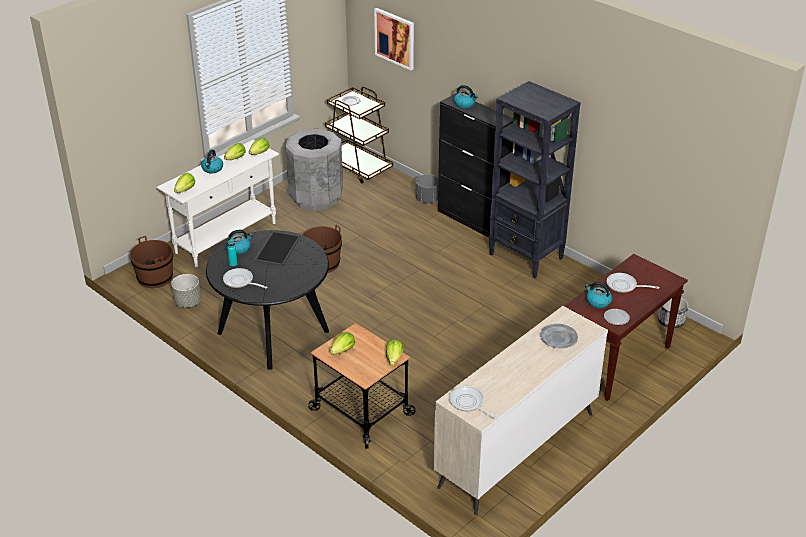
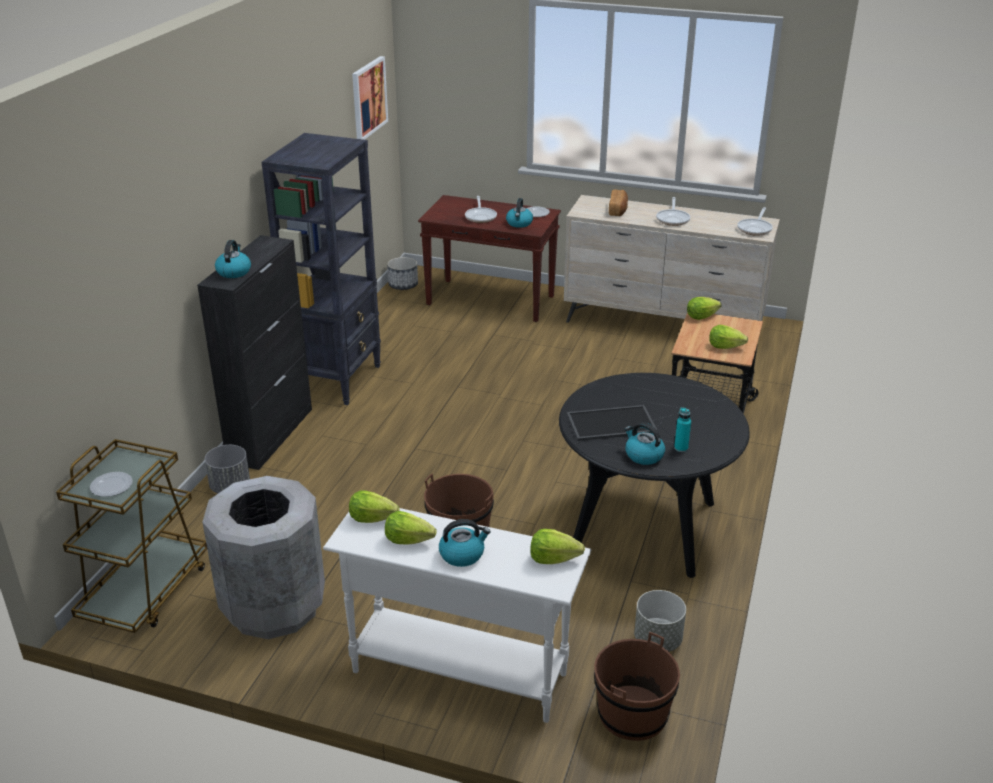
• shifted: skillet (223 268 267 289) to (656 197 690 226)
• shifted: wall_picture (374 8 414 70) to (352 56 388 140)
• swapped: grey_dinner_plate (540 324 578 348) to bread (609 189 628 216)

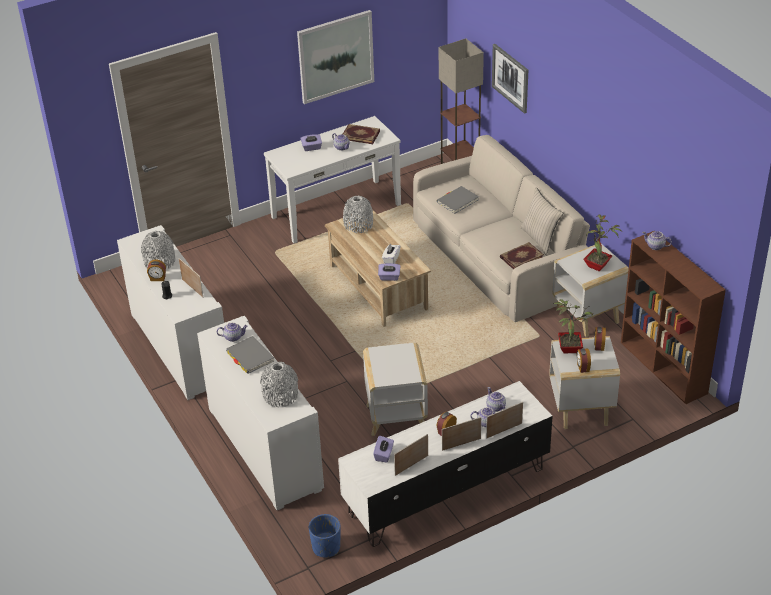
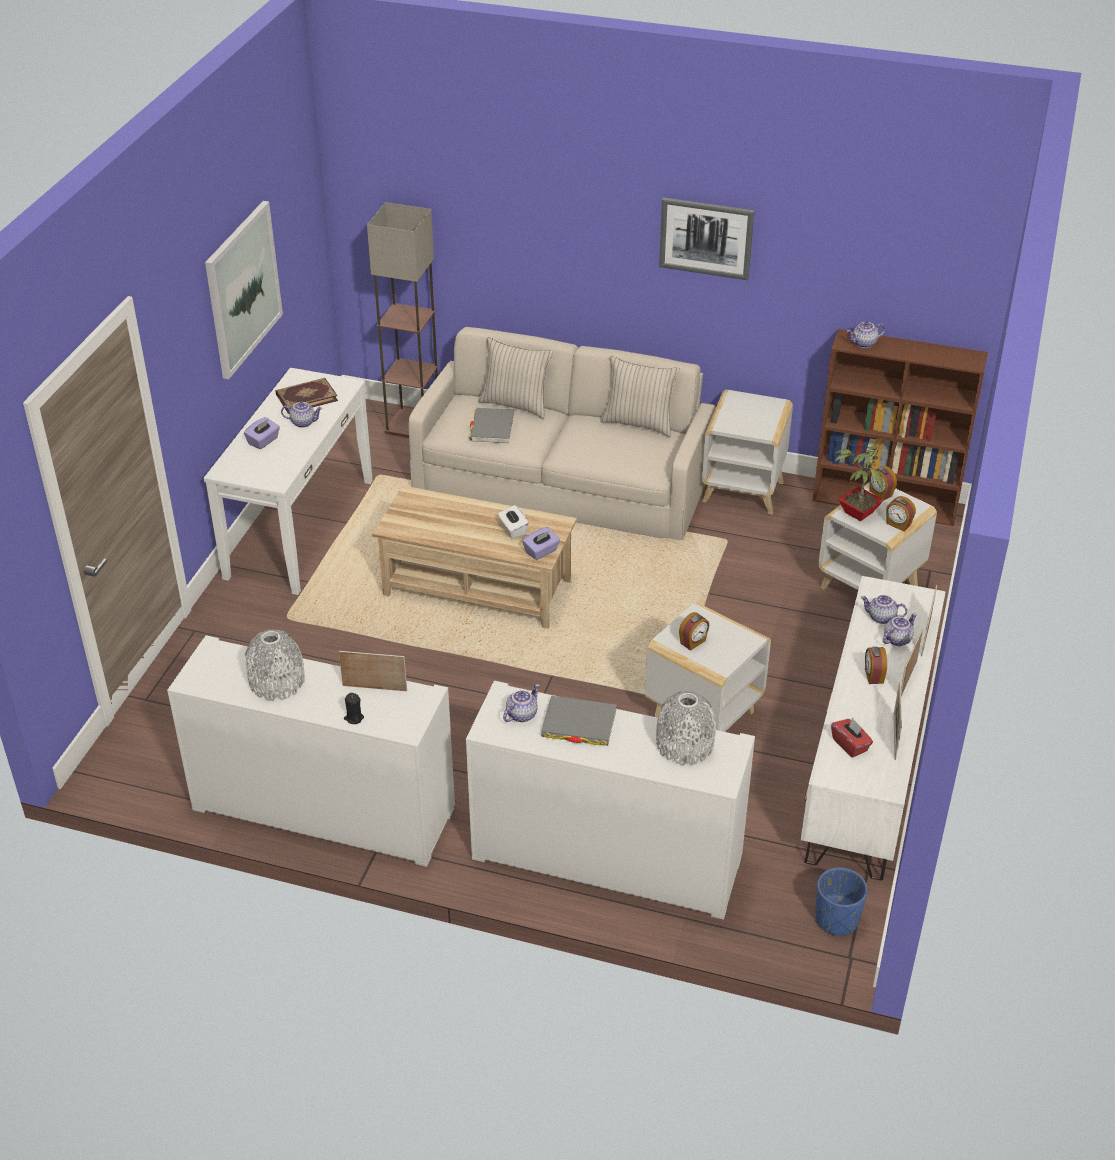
• shifted: table_clock (147 260 166 281) to (679 612 709 651)
• gone: grey_decorative_vase (343 196 373 233)
• repainted: purple-coloured_tissue_box (373 436 394 463) to red_tissue_box (831 717 873 758)
• shifted: wall_picture (492 44 528 114) to (659 197 754 280)
• gone: book (500 242 544 269)
• gone: houseplant (583 215 621 272)
• new: sand-coloured_pillow (478 337 553 419)

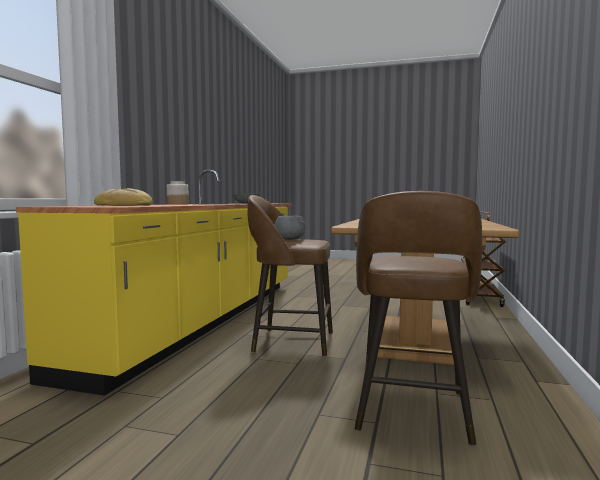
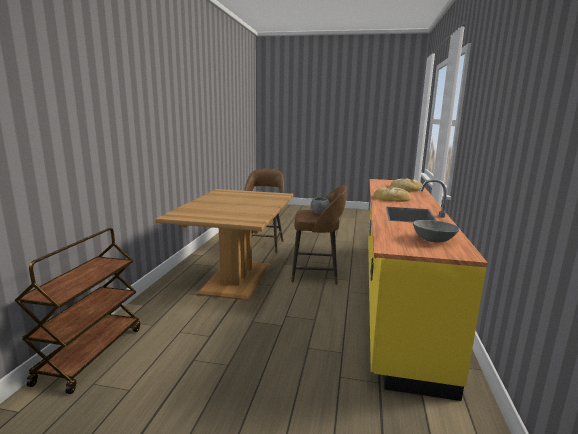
• gone: jar (167 181 189 205)
• new: bread (374 187 411 202)

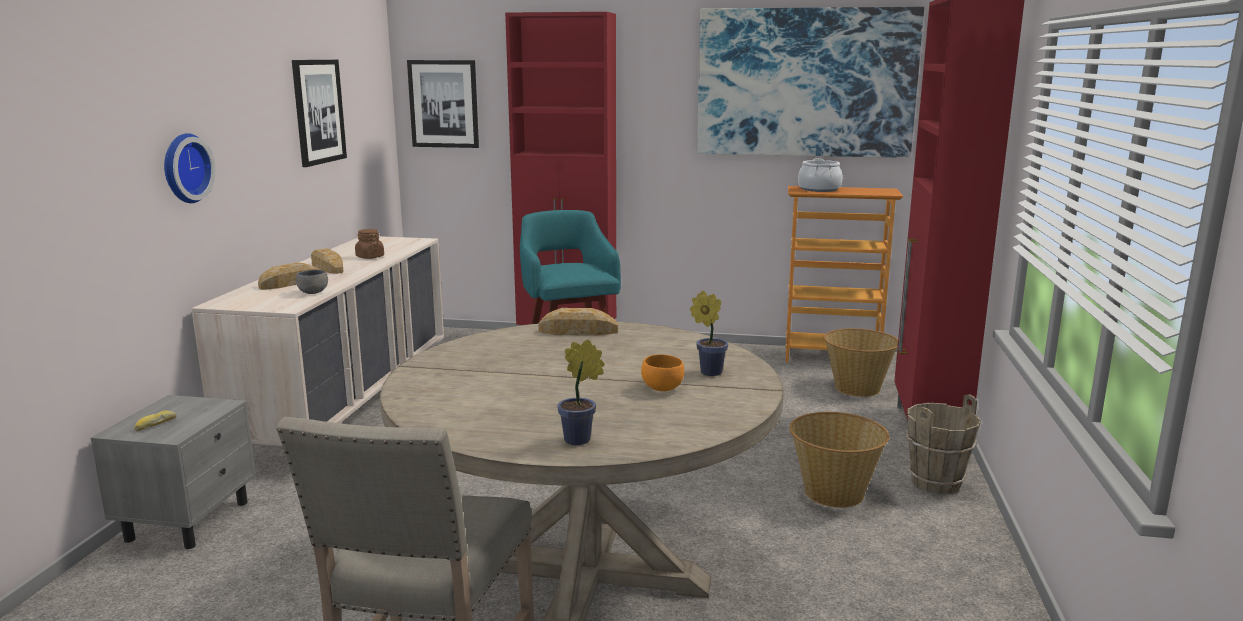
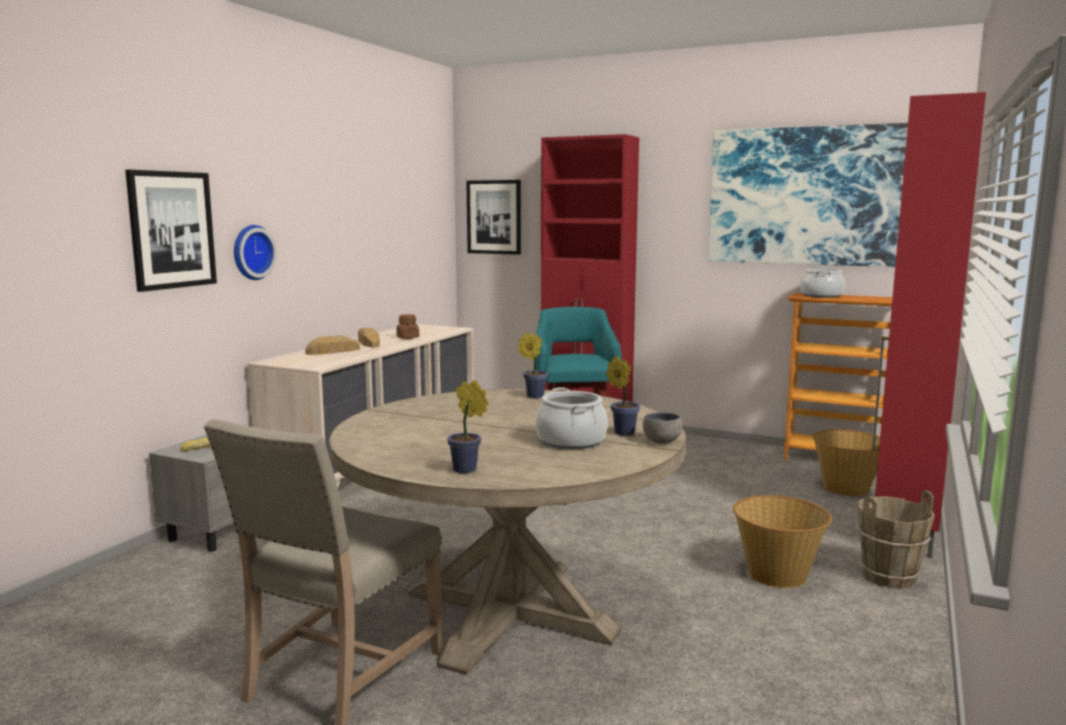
• shifted: wall_picture (292 60 347 167) to (125 170 217 292)
• shifted: grey_deep_dish (296 270 328 294) to (643 412 683 444)
• swapped: bread (538 308 618 335) to houseplant (517 332 548 398)
• swapped: orange-coloured_deep_dish (641 354 684 391) to saucepot (536 387 608 449)

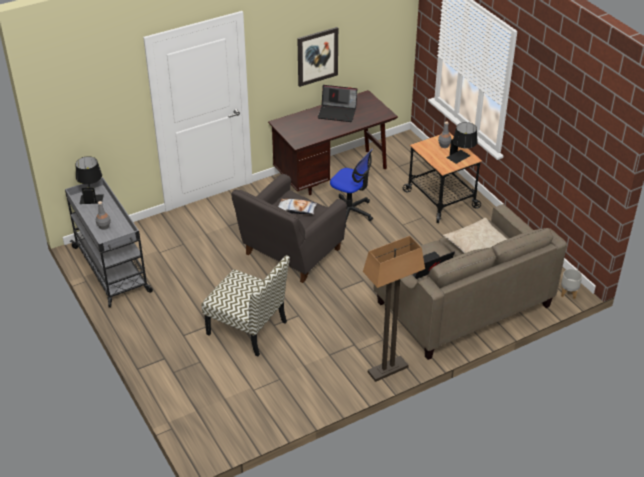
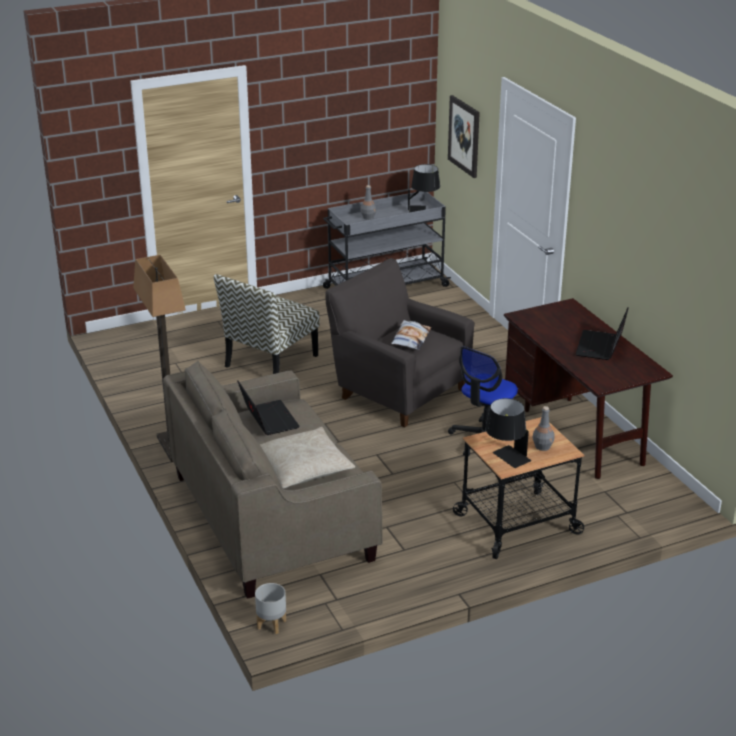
• shifted: wall_picture (297 27 338 87) to (448 95 480 178)

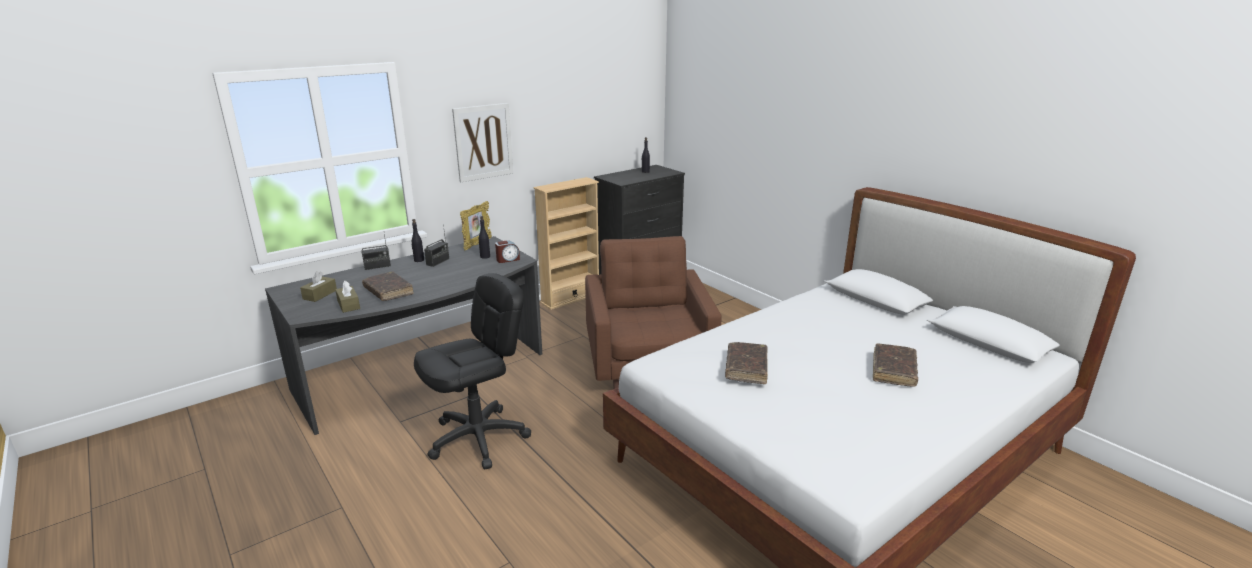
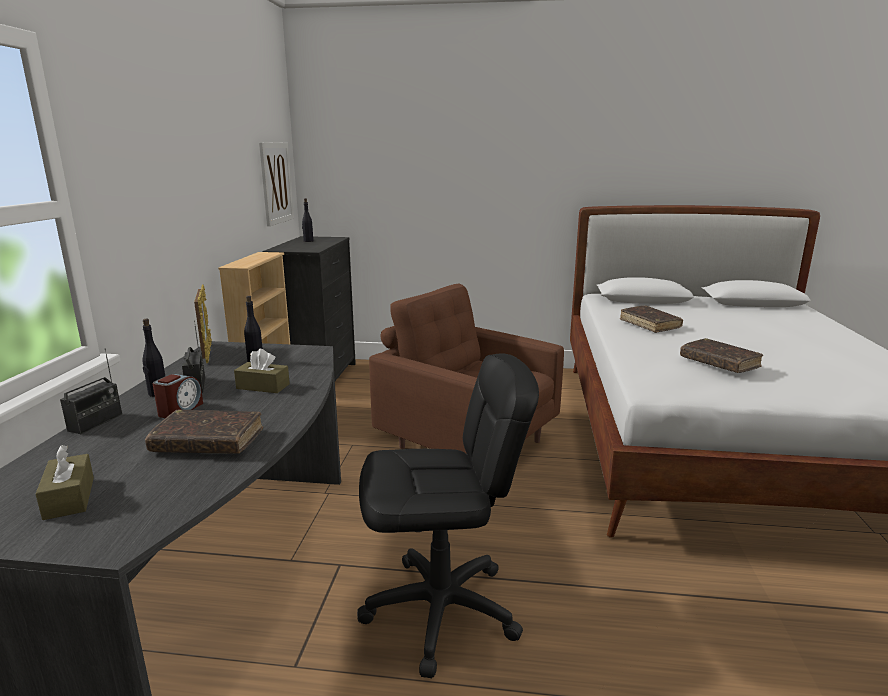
• shifted: brownish_tissue_box (335 281 360 313) to (234 349 290 393)
• rotated: black-coloured_office_chair (414 273 531 469) = (357 353 539 678) 75 degrees clockwise
• shifted: wall_picture (452 103 514 182) to (259 142 294 226)
• shifted: table_clock (495 241 520 263) to (153 374 203 418)
• shifted: brownish_book (873 343 918 387) to (620 306 683 333)

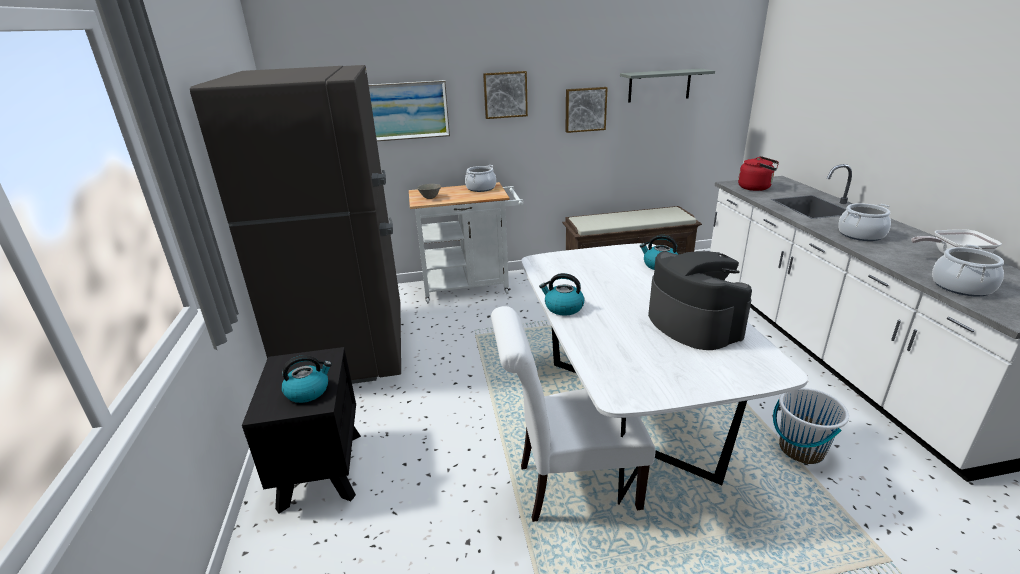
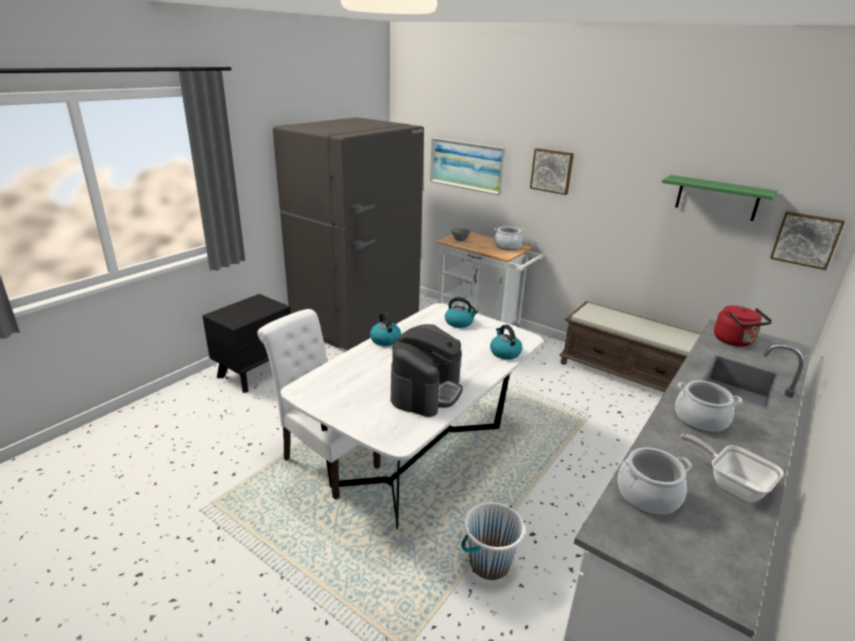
• shifted: tea_kettle (282 355 332 403) to (445 297 478 328)
• shifted: wall_picture (565 87 608 133) to (770 211 845 270)
• repainted: grey_wall_shelf (620 69 715 103) to green_wall_shelf (662 175 777 221)

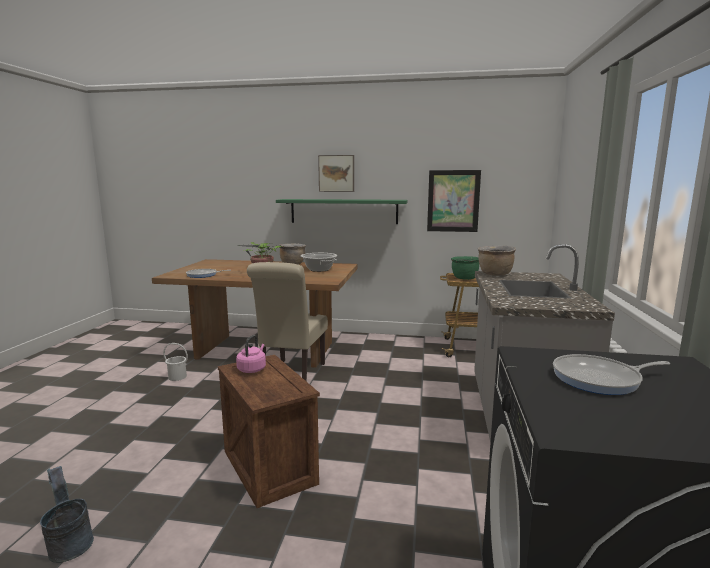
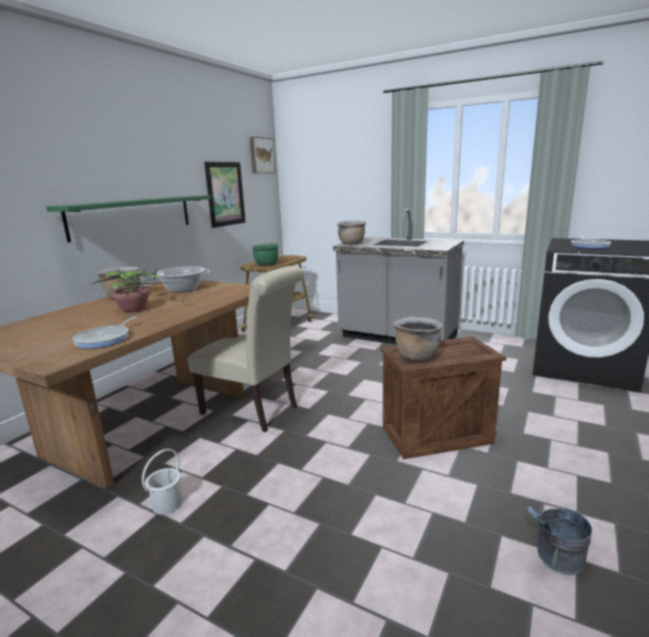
• swapped: pink_tea_kettle (236 335 266 373) to brownish_saucepot (393 317 443 361)
• shifted: wall_picture (318 155 354 192) to (250 137 276 174)

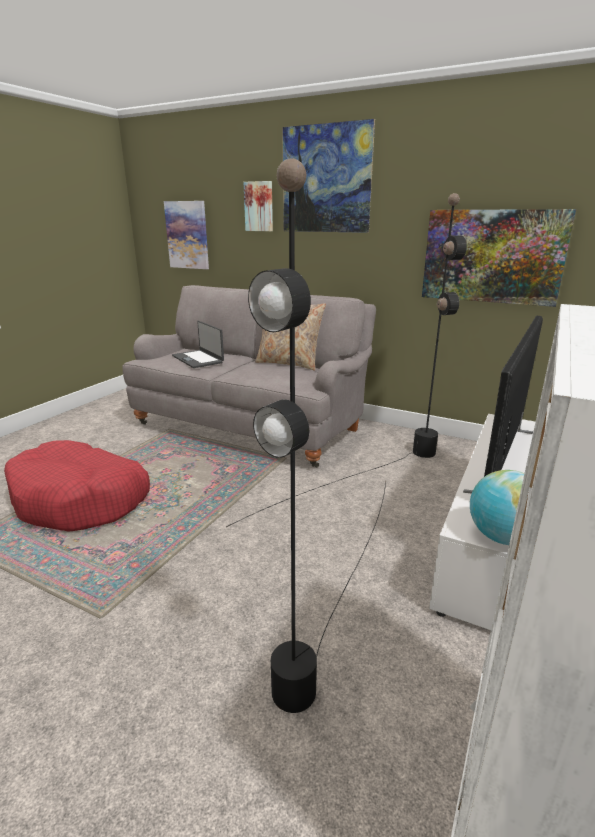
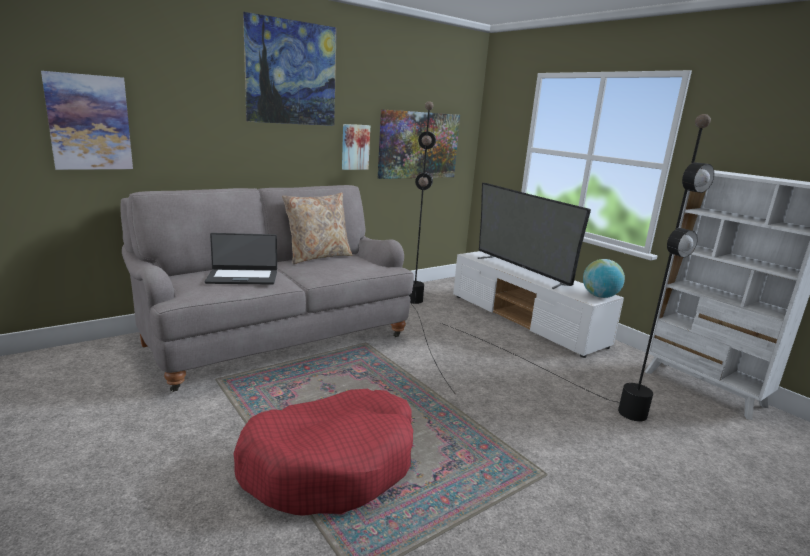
• shifted: wall_picture (244 181 273 231) to (342 124 370 170)

